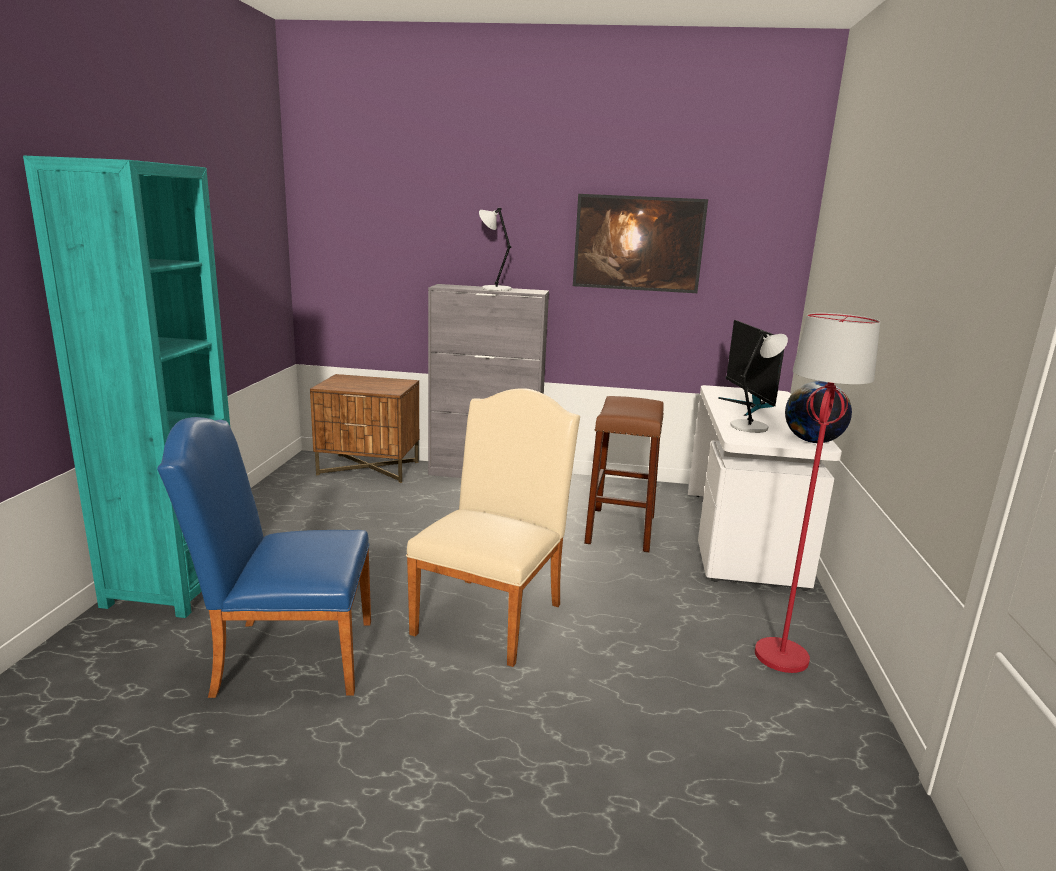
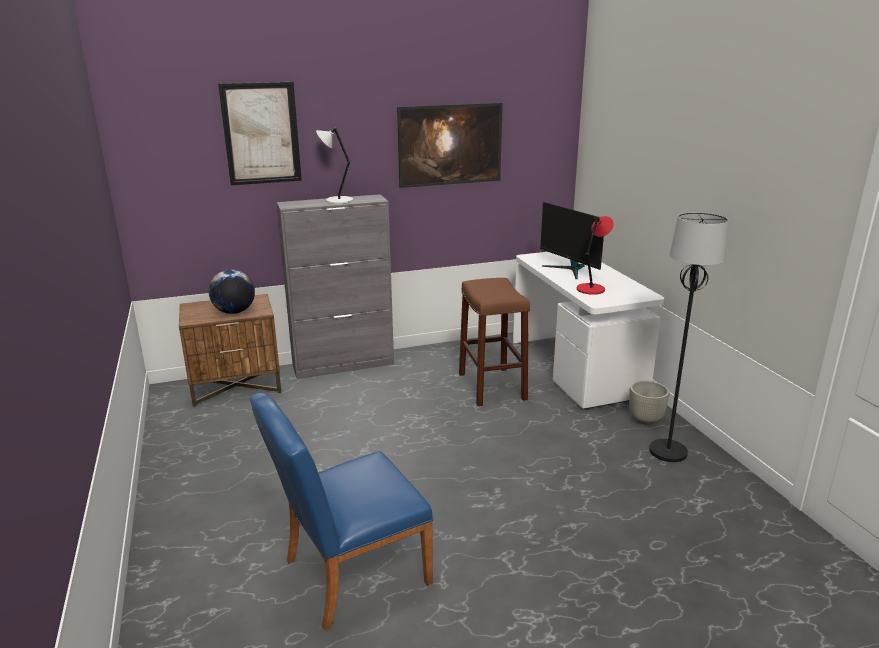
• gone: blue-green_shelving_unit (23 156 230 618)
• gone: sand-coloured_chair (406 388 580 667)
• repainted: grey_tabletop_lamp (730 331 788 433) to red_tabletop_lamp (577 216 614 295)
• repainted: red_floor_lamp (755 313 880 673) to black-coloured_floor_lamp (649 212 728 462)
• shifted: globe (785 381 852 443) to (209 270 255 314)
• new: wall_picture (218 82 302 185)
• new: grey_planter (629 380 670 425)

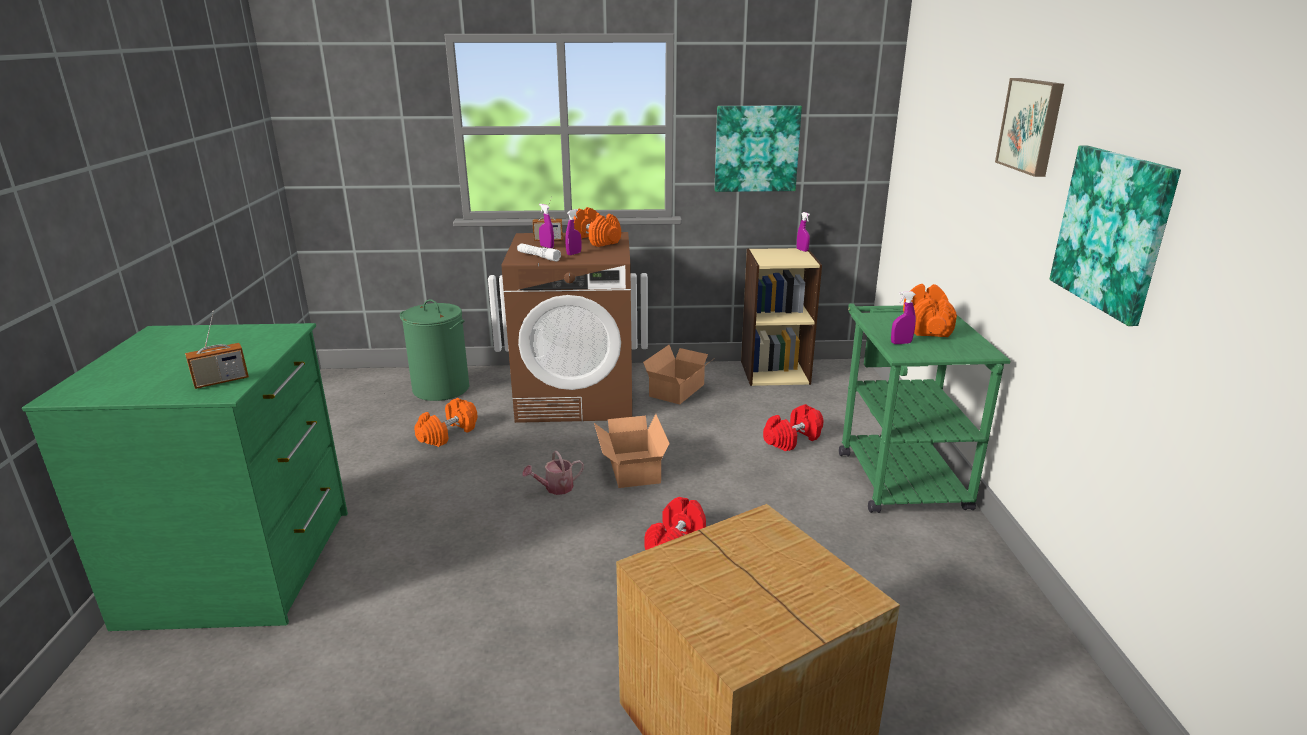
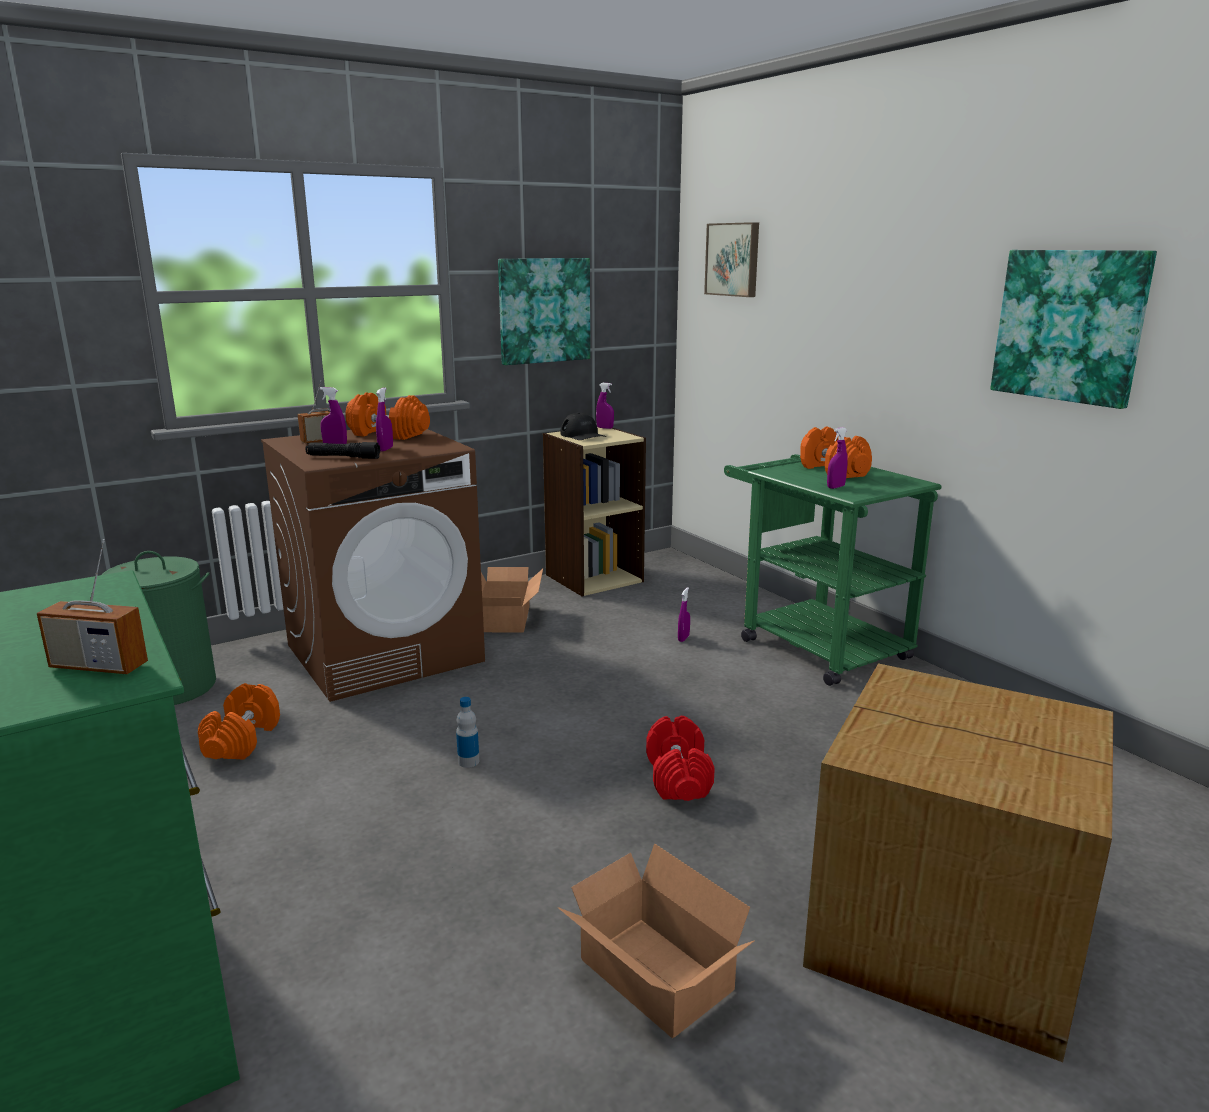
• rotated: radio_receiver (185 310 249 389) = (37 539 148 674) 75 degrees clockwise
• repainted: whitish_torch (517 243 561 262) to black-coloured_torch (306 442 380 459)
• swapped: watering_pot (522 451 584 495) to beverage_bottle (456 697 479 768)
• shifted: packing_box (594 414 670 488) to (557 843 755 1038)
• swapped: red_hand_weight (763 404 824 451) to purple-coloured_spray_bottle (678 587 690 642)
• shifted: wall_picture (995 78 1064 177) to (704 222 759 297)
• new: black-coloured_cap (560 413 606 440)

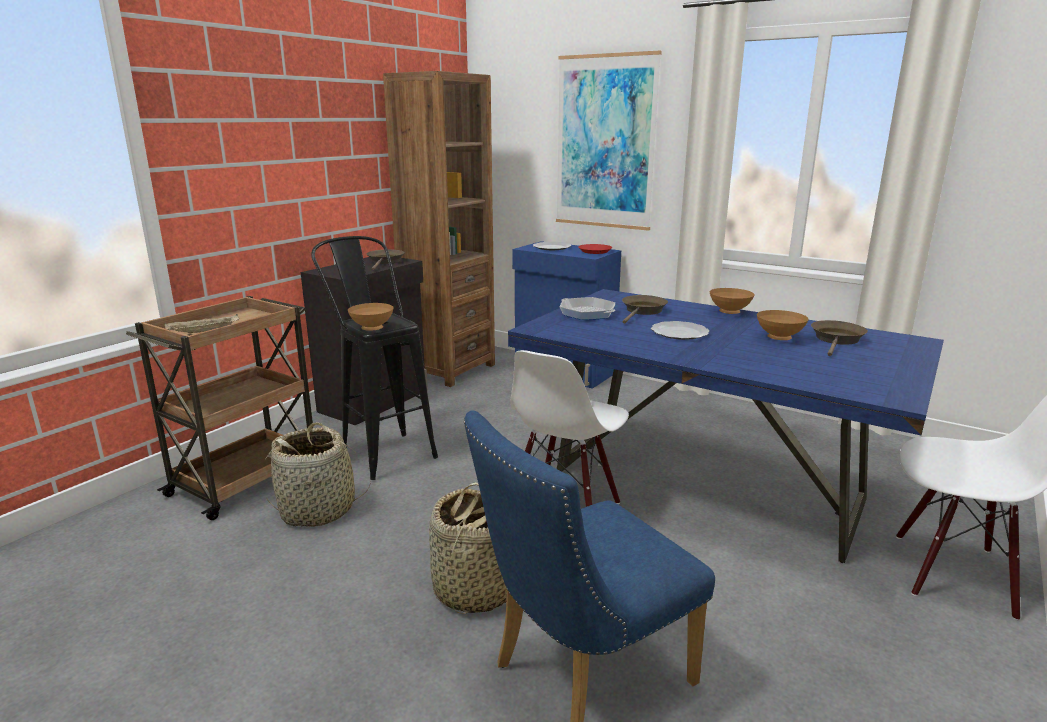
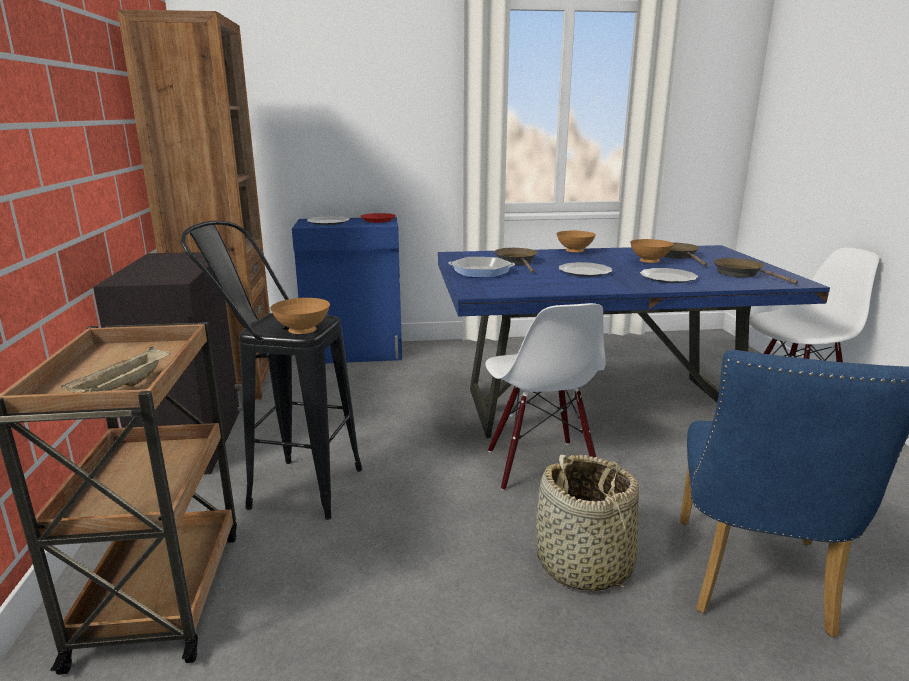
• gone: basket (264 422 371 527)
• shifted: brownish_skillet (366 249 405 270) to (713 258 798 284)
• gone: wall_picture (556 51 662 231)
• new: dinner_plate (640 268 698 283)

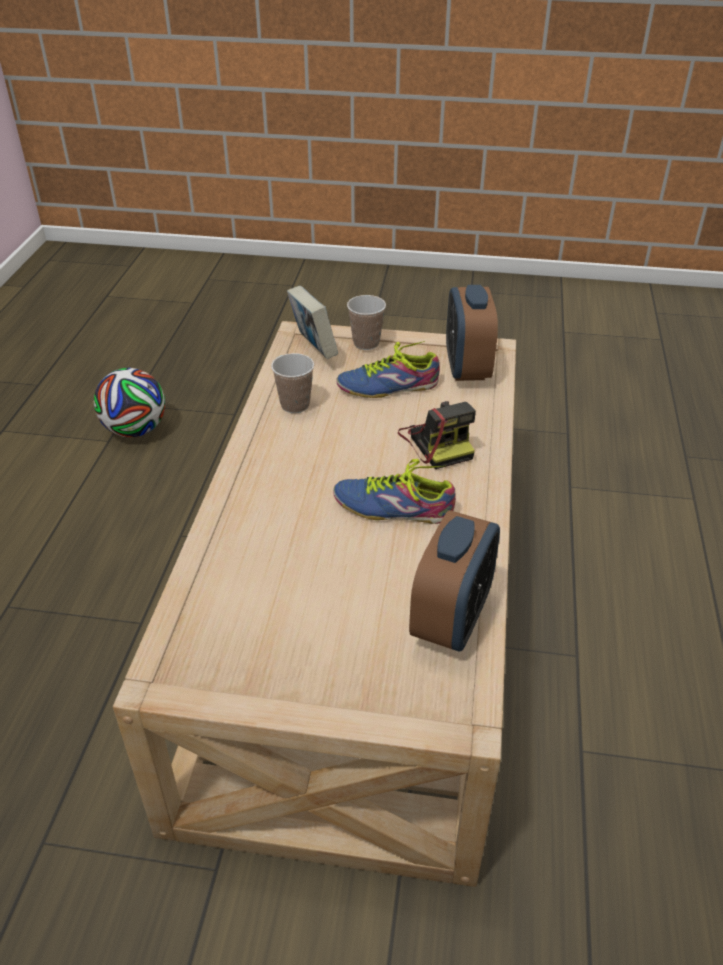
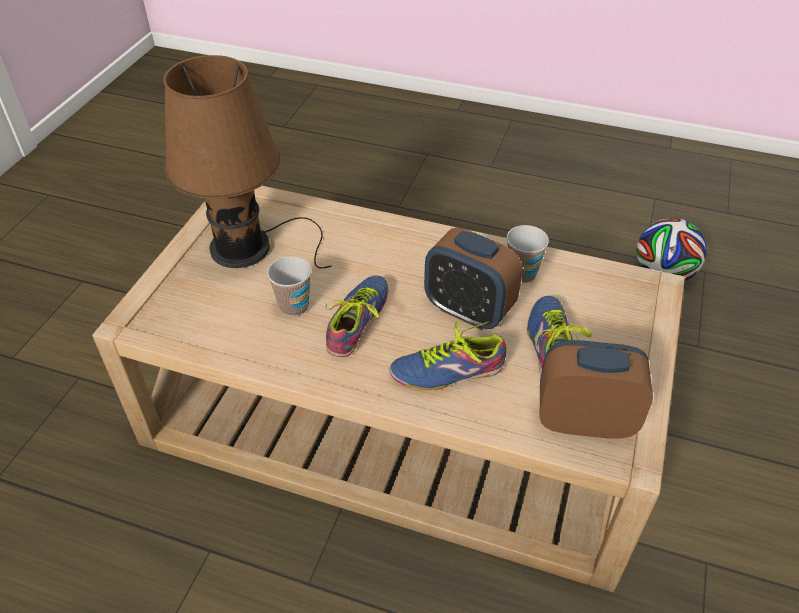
• gone: book (287 286 338 359)
• shifted: drinking_cup (347 295 386 350) to (267 256 311 316)
• swapped: still_camera (398 401 476 469) to item_of_footwear (389 321 506 390)
• shifted: table_clock (409 510 500 652) to (424 227 522 330)
• new: brownish_tabletop_lamp (163 55 332 269)

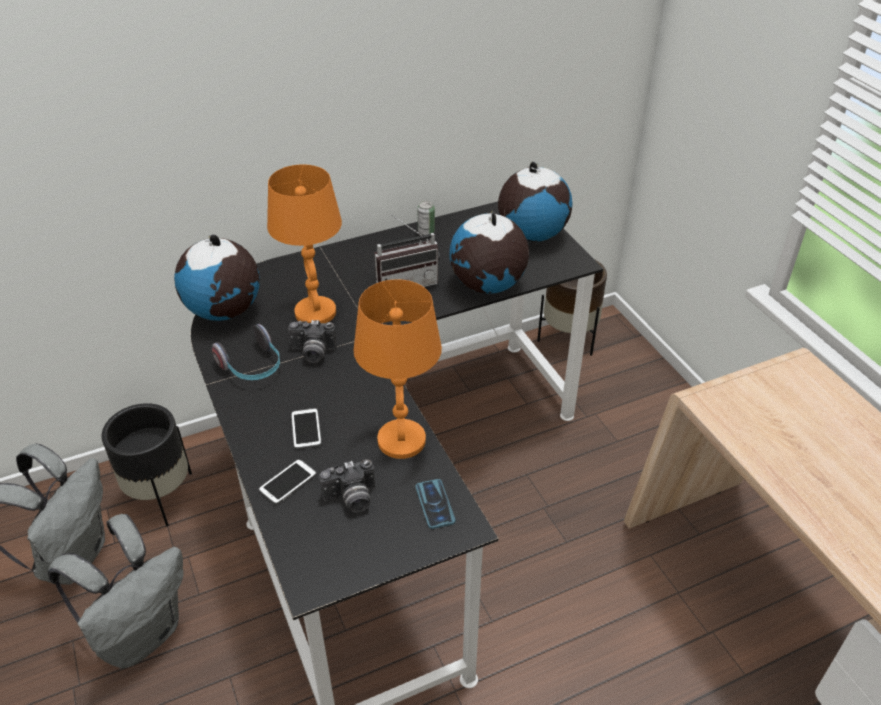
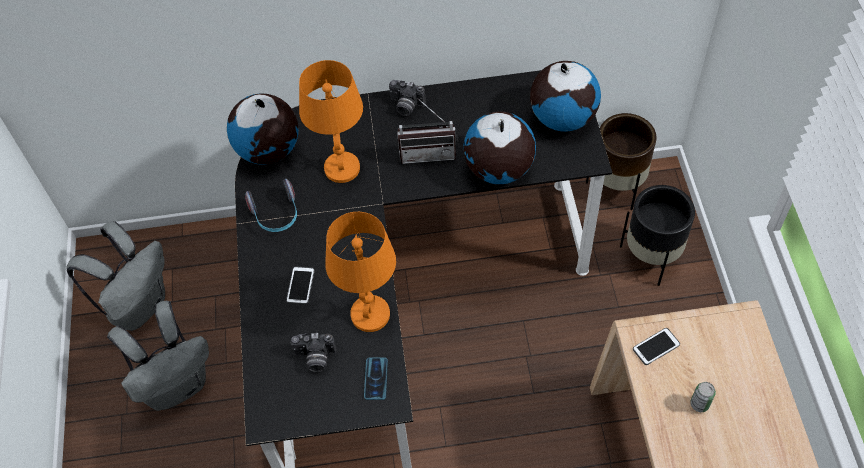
• shifted: black-coloured_planter (102 403 192 527) to (620 185 695 286)
• shifted: phone (258 459 317 505) to (633 328 680 365)
• shifted: still_camera (288 320 337 363) to (389 80 426 116)
• shifted: metal_can (417 201 435 235) to (690 382 716 412)

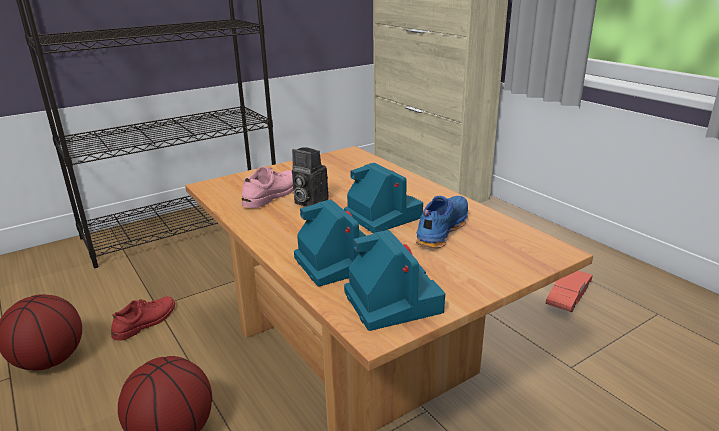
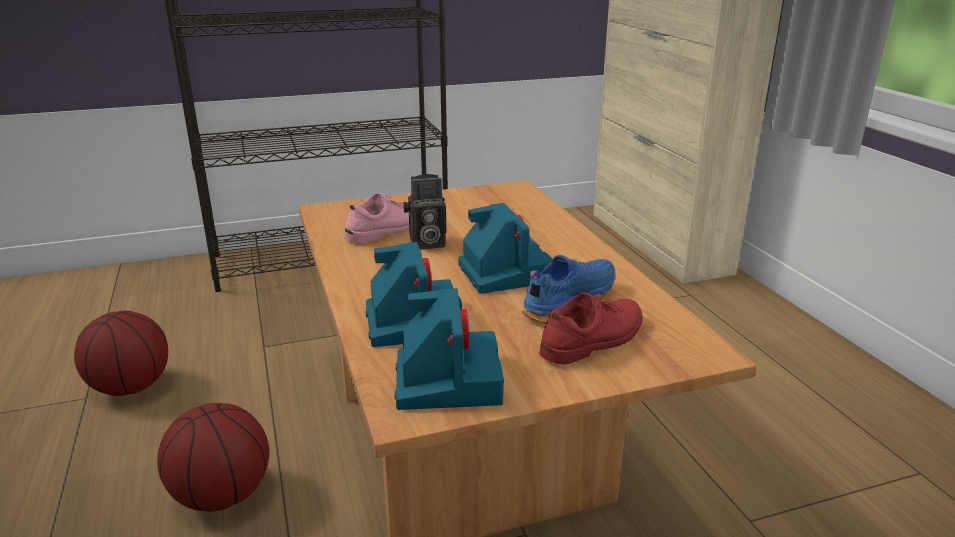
• shifted: red_item_of_footwear (111 296 175 340) to (539 292 643 365)
• rotated: still_camera (292 147 329 207) = (403 174 446 250) 60 degrees counterclockwise
• gone: red_miniature_car (546 271 593 312)

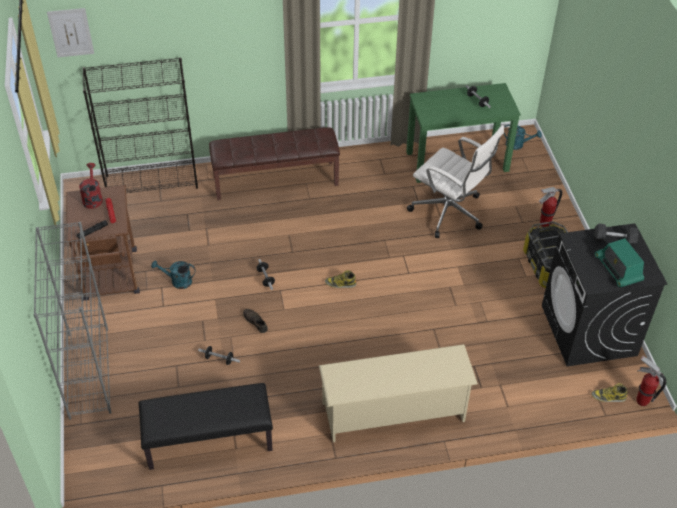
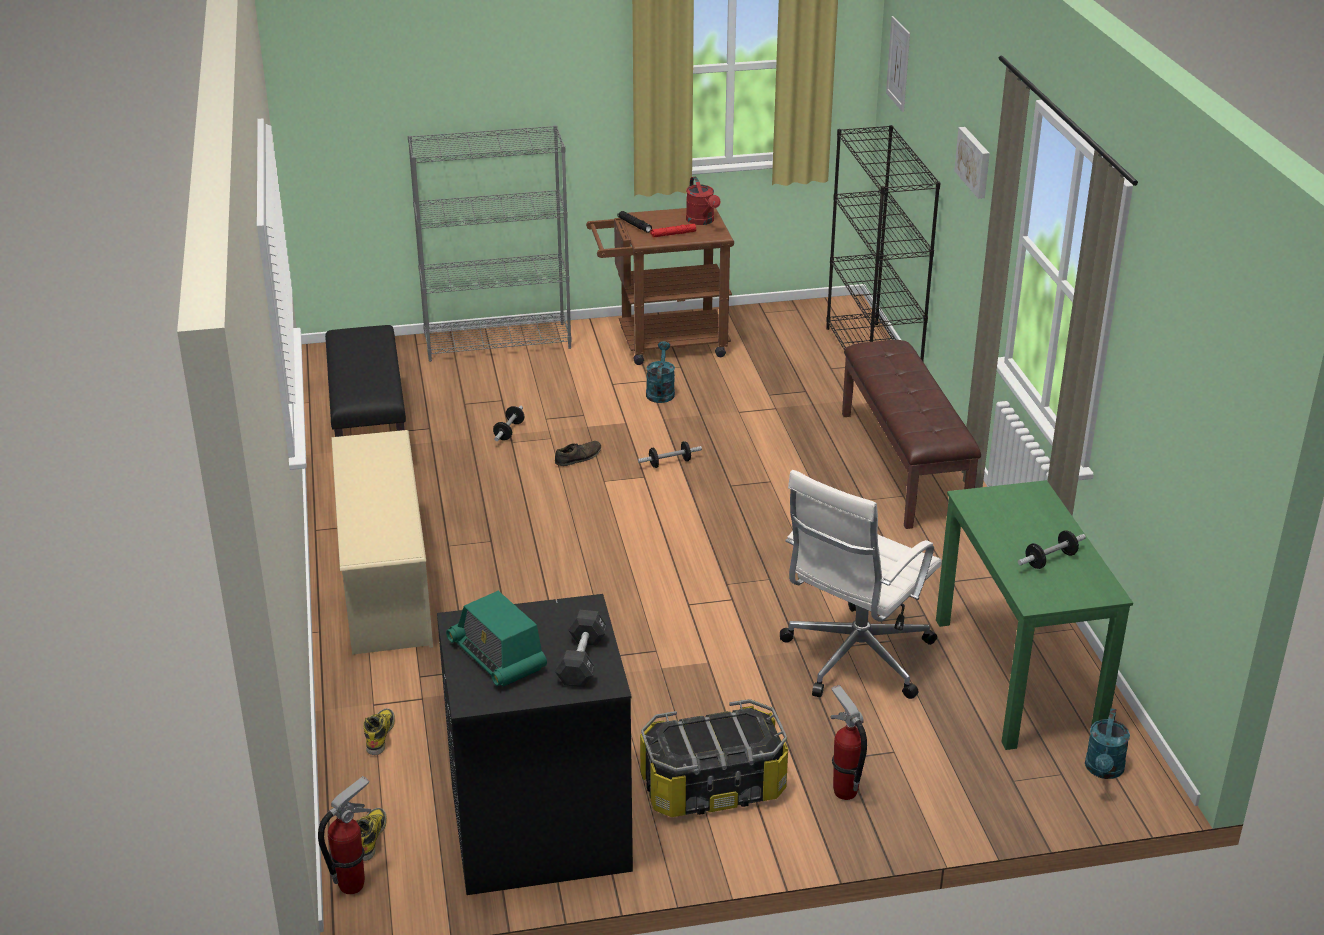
• rotated: red_watering_pot (79 163 103 209) = (686 177 720 225) 75 degrees clockwise
• shifted: high-top_boot (325 270 357 288) to (363 708 395 755)
• rotated: radio_receiver (595 238 644 287) = (446 591 547 687) 105 degrees counterclockwise
• new: wall_picture (954 127 990 199)

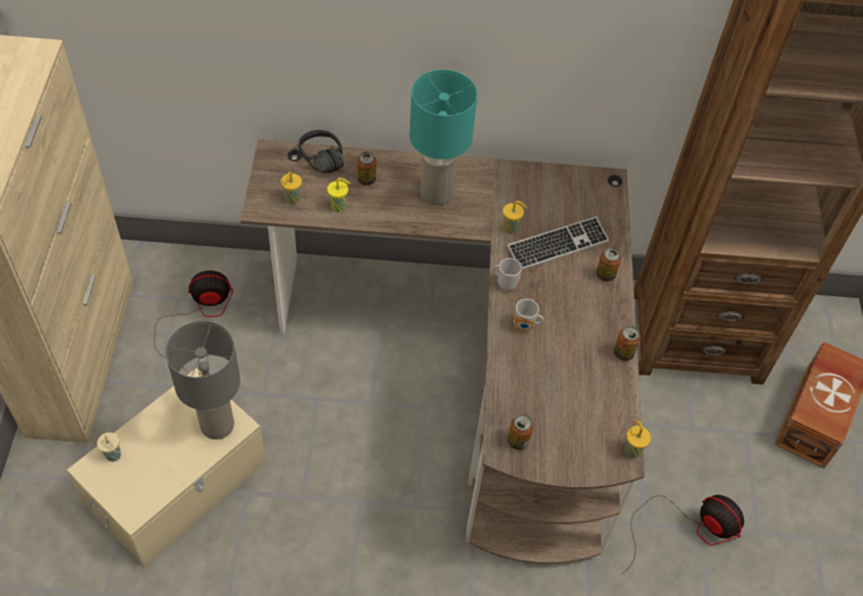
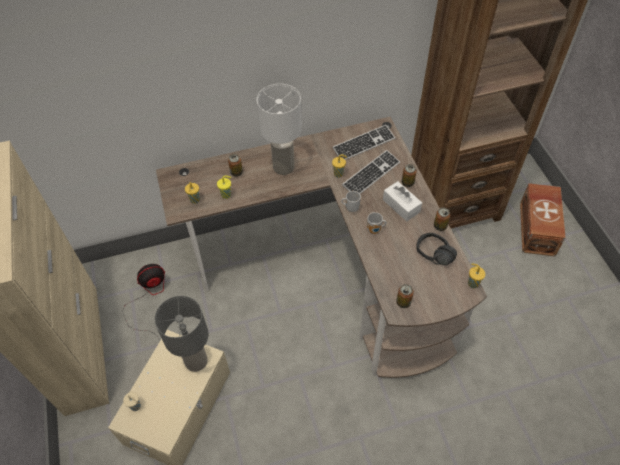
• shifted: black-coloured_headset (298 130 344 173) to (416 233 457 265)
• repainted: blue-green_tabletop_lamp (409 69 477 205) to whitish_tabletop_lamp (257 84 302 175)
• gone: electric_fan (622 495 744 574)
• new: computer_keyboard (332 125 395 160)
• new: whitish_tissue_box (383 181 422 221)

